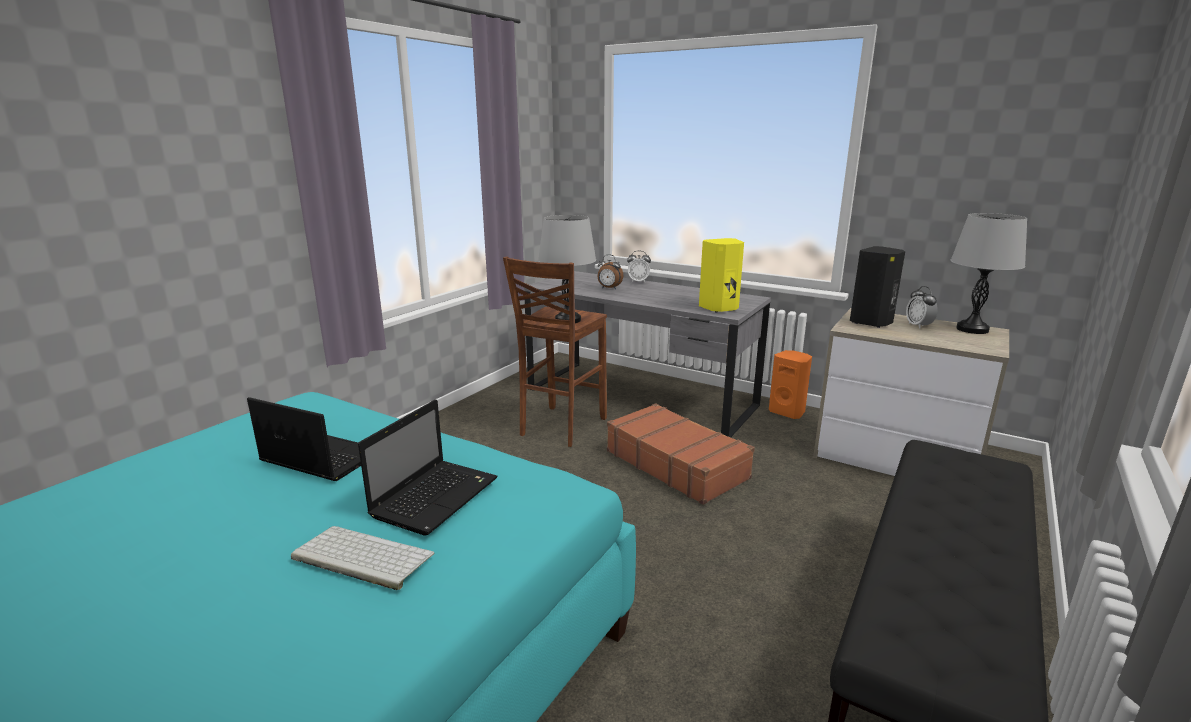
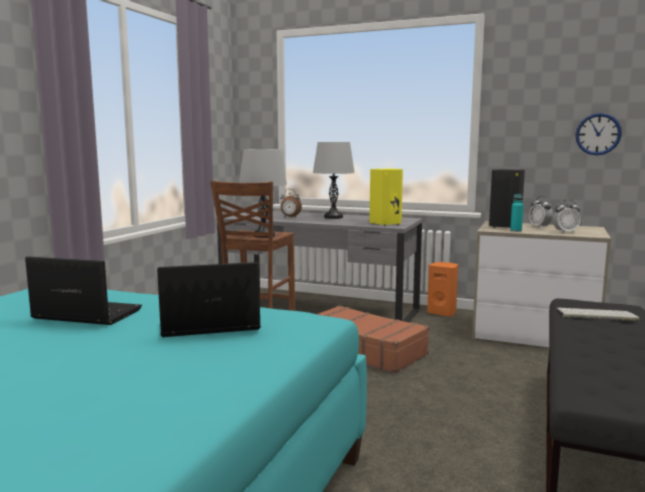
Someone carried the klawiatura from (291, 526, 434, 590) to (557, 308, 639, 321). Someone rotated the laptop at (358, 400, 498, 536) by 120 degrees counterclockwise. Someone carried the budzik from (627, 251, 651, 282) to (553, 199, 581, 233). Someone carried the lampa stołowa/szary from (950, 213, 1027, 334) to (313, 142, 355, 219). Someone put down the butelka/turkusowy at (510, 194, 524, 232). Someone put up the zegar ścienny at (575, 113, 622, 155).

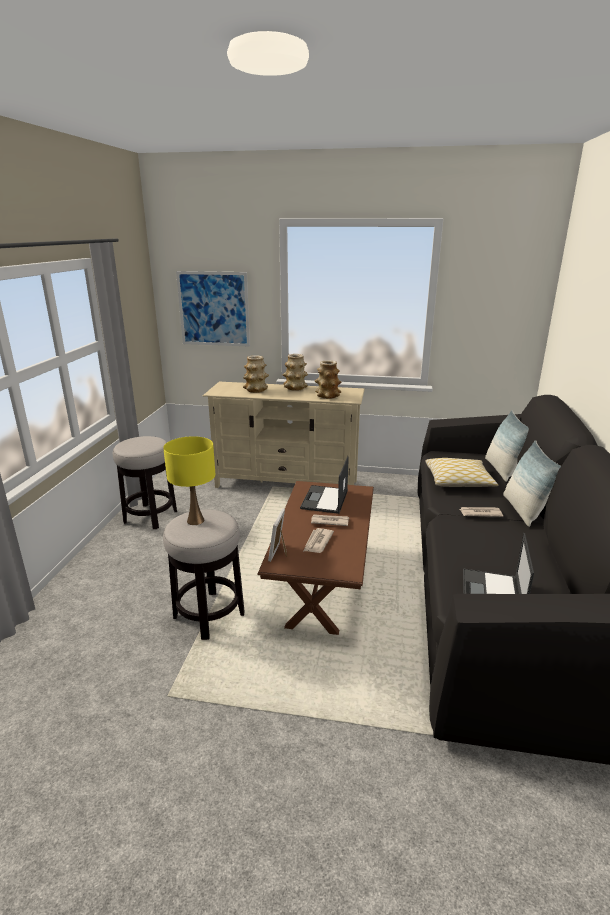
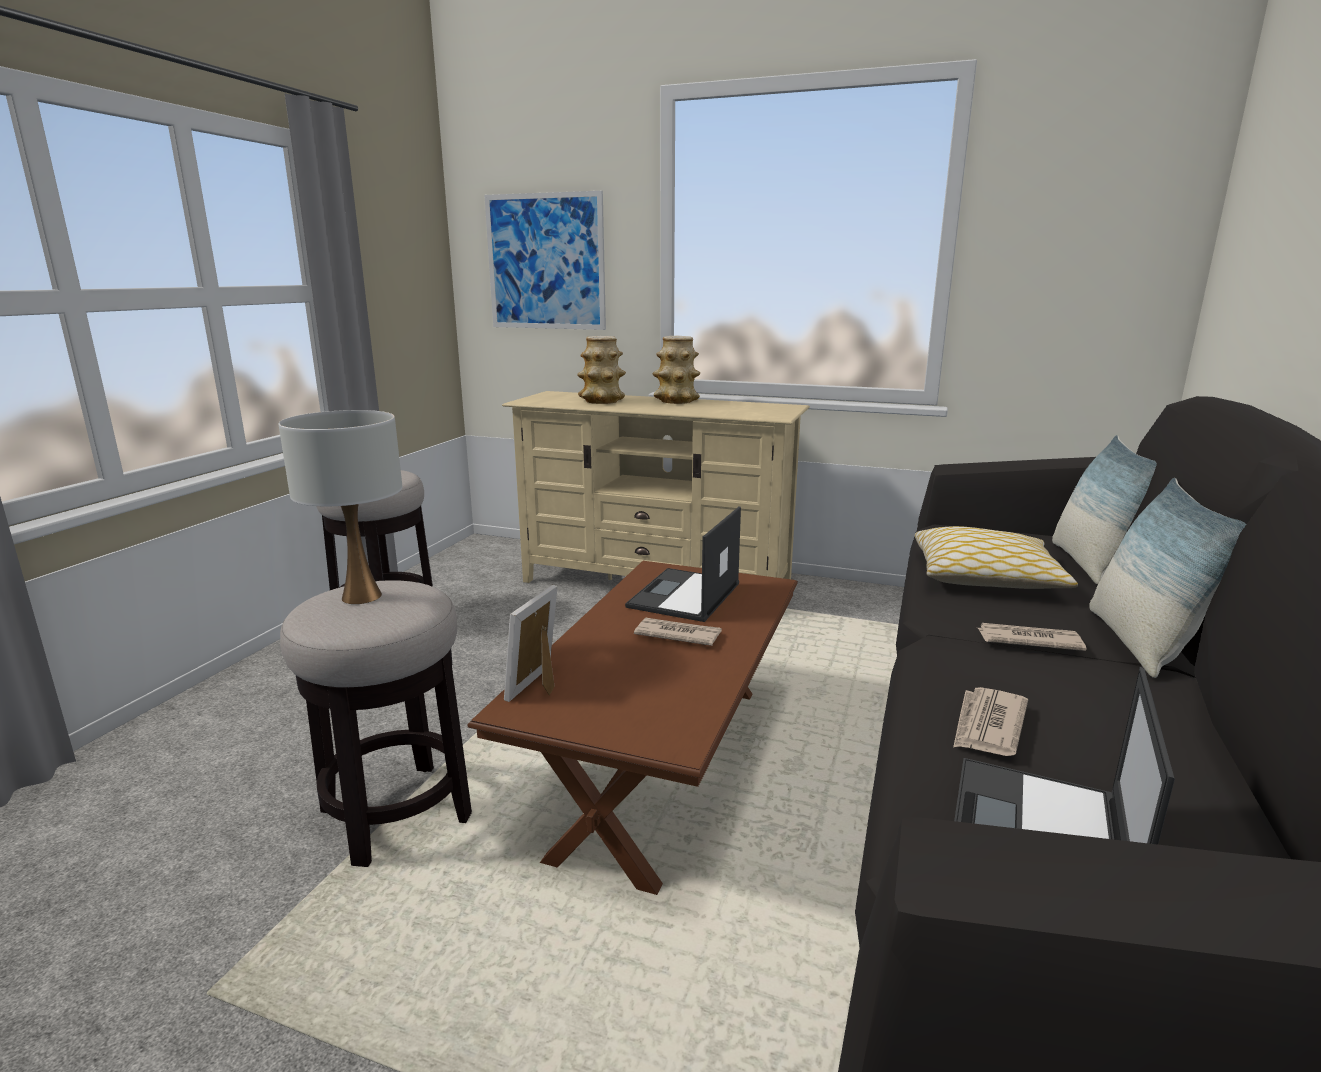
Someone repainted the lampa stołowa/żółty at (163, 436, 215, 525), which became the lampa stołowa/biały at (278, 410, 402, 604). Someone carried the gazeta from (304, 528, 334, 553) to (953, 687, 1028, 756). Someone took away the wazon at (315, 360, 342, 399).

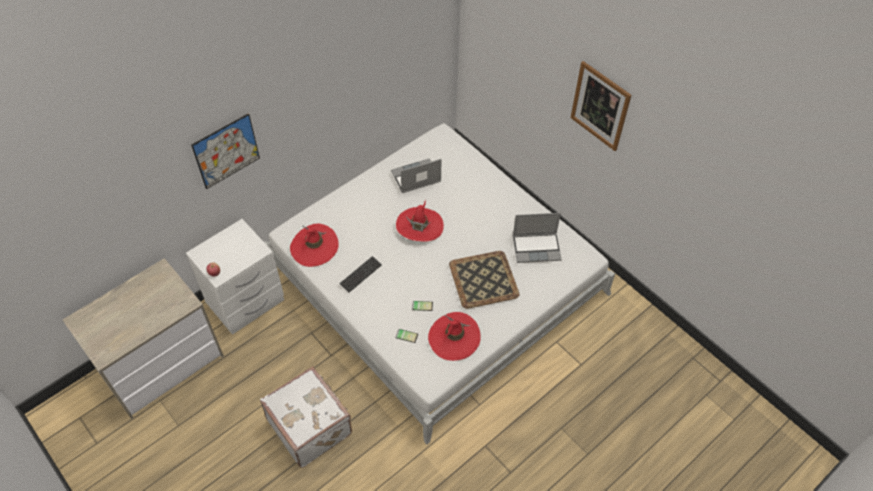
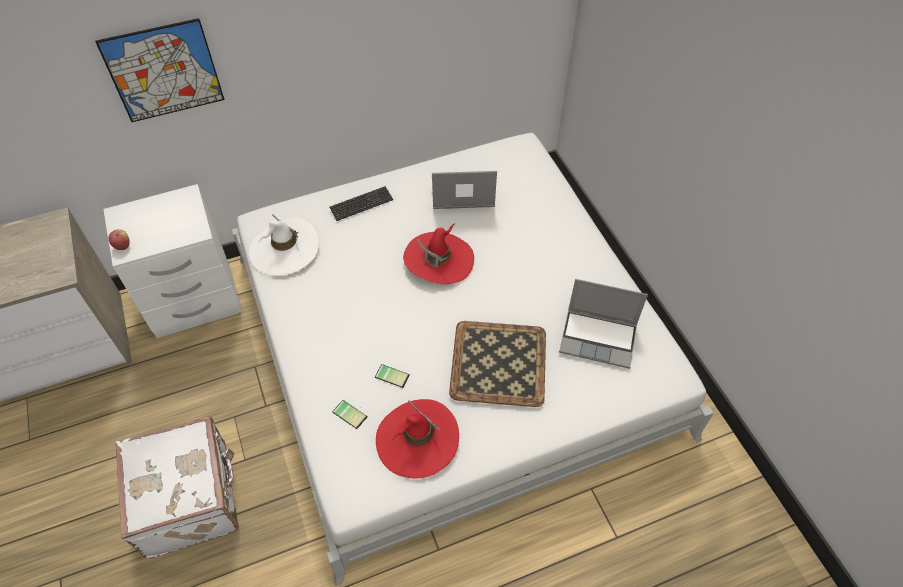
Someone repainted the kapelusz/czerwony at (290, 224, 339, 267), which became the kapelusz/biały at (249, 214, 319, 276). Someone carried the klawiatura from (339, 256, 382, 292) to (329, 186, 393, 221). Someone took away the obraz at (571, 61, 631, 151).

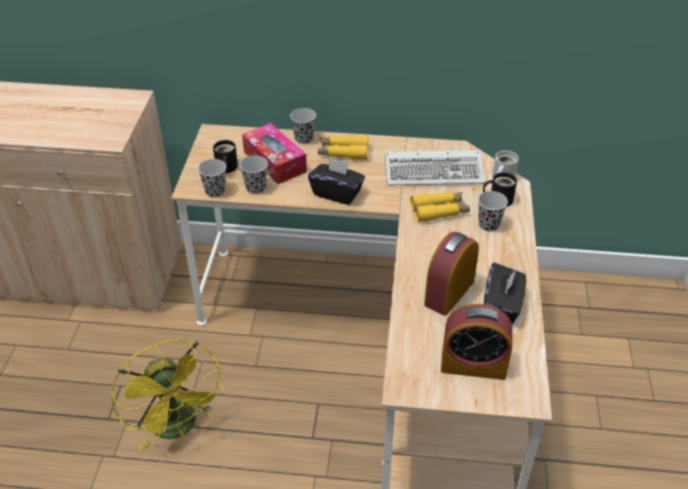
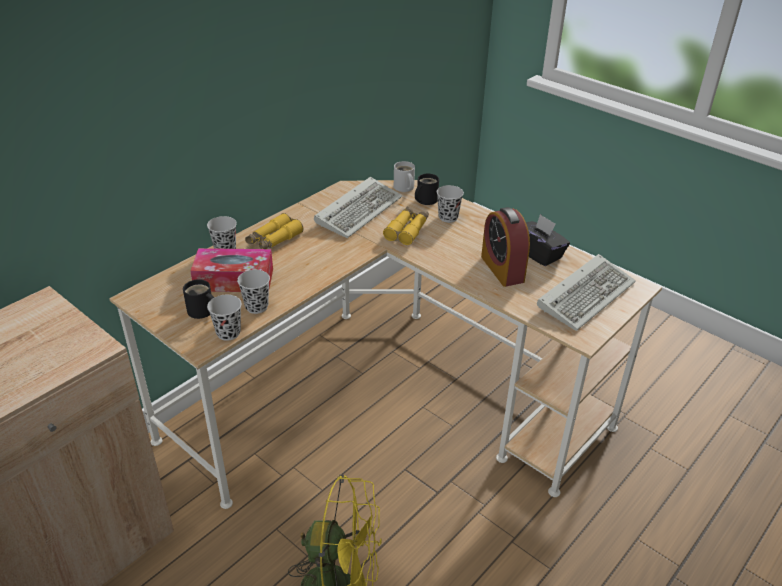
Someone took away the pudełko chusteczek/czarny at (308, 157, 365, 205). Someone swapped the budzik at (441, 304, 512, 380) for the klawiatura at (537, 254, 636, 331).

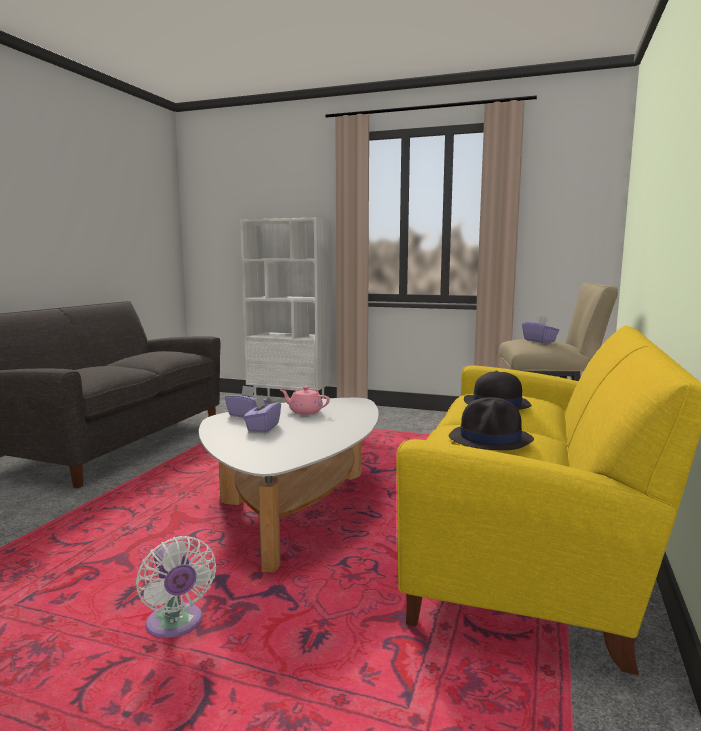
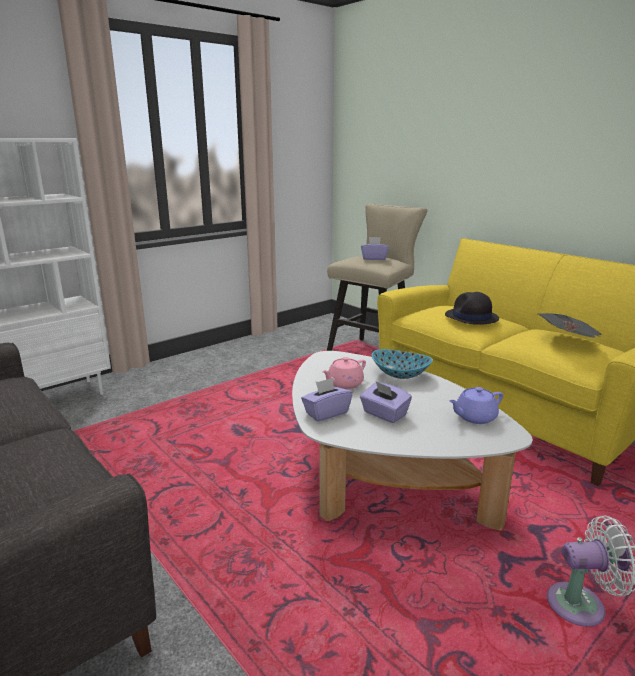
Someone swapped the kapelusz/czarny at (449, 397, 534, 450) for the gazeta at (538, 313, 602, 337). Someone put down the miska at (372, 349, 433, 379). Someone put down the imbryk/fioletowy at (449, 387, 503, 424).

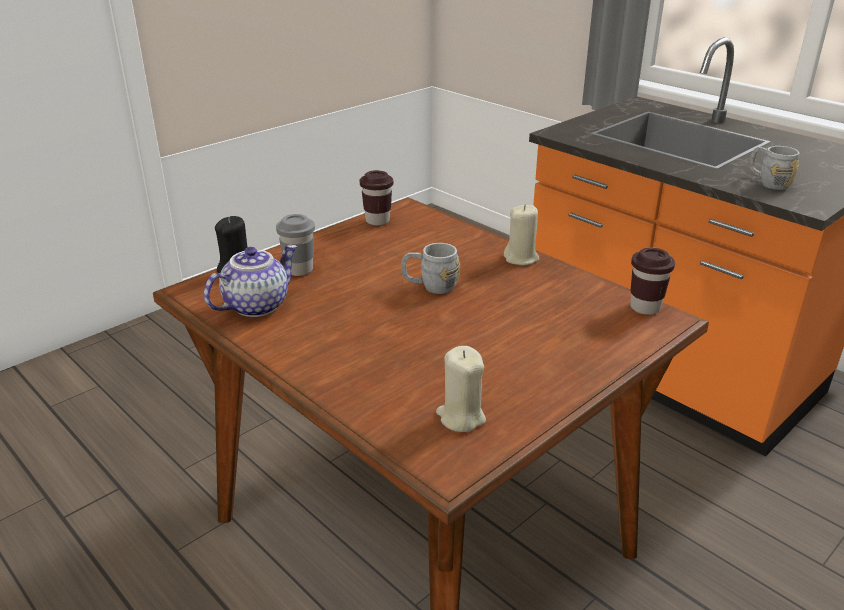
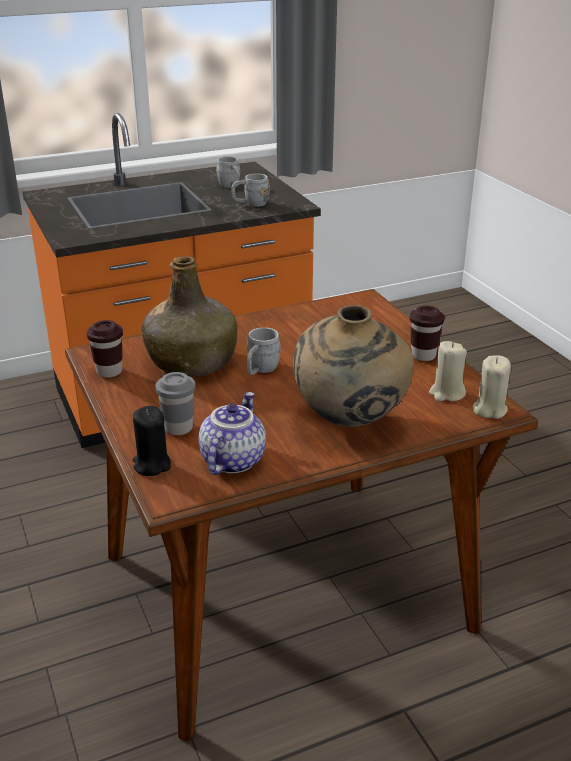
Someone rotated the imbryk at (204, 245, 298, 317) by 45 degrees clockwise. Someone carried the świeca/beżowy from (504, 204, 540, 265) to (473, 355, 511, 419). Someone carried the filiżanka/brązowy from (630, 247, 675, 315) to (410, 306, 445, 361). Someone put down the butelka/zielony at (141, 256, 237, 377). Someone put down the kubek/szary at (216, 156, 240, 188). Someone put down the wazon/beżowy at (293, 305, 414, 427).

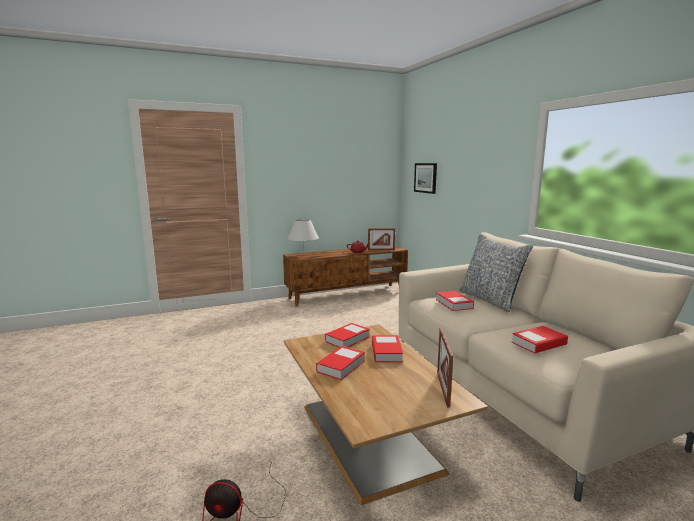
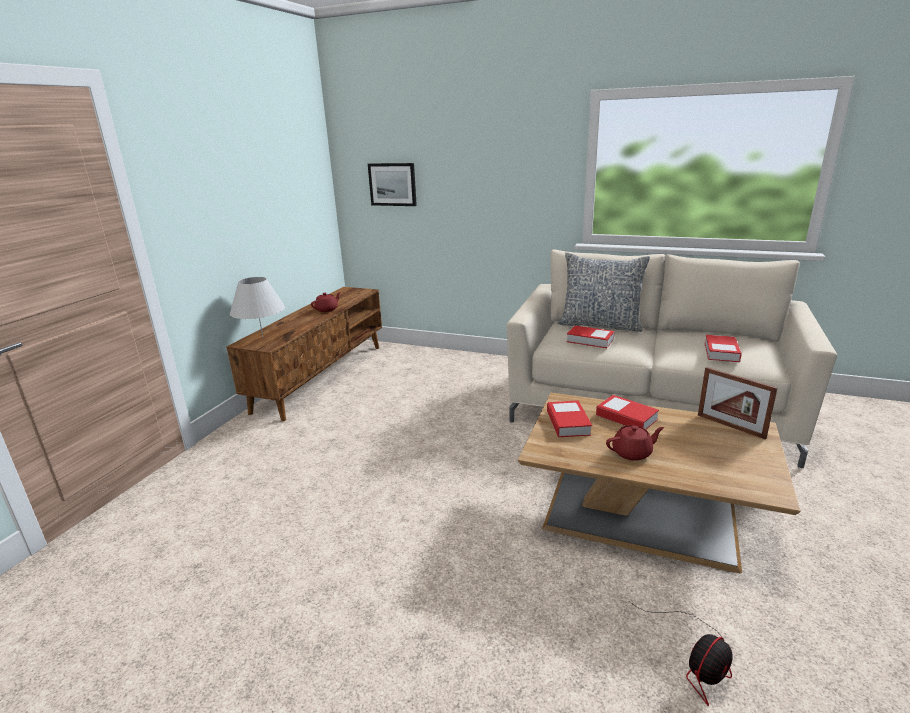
Someone swapped the książka at (316, 346, 365, 380) for the imbryk/czerwony at (606, 425, 664, 461). Someone took away the ramka na zdjęcie at (368, 228, 395, 250).

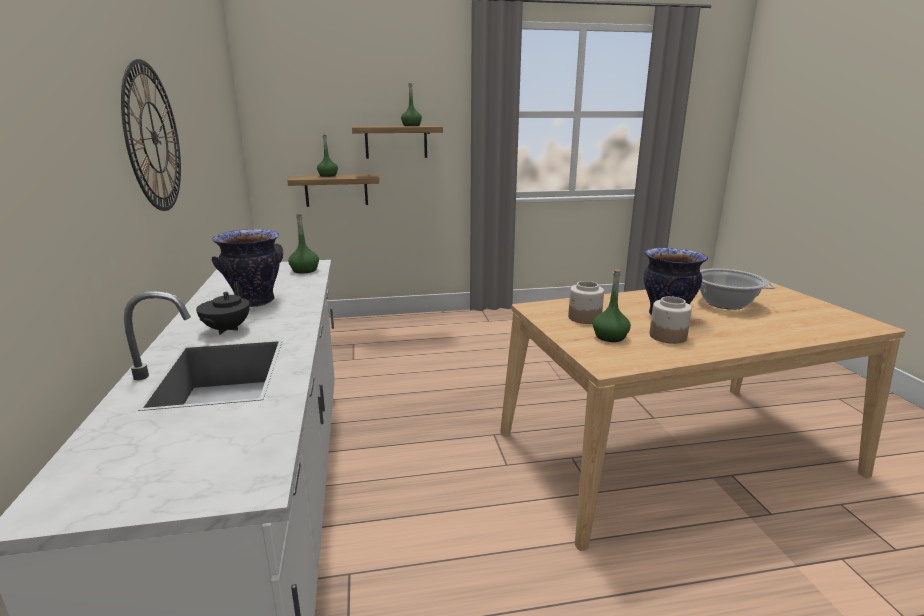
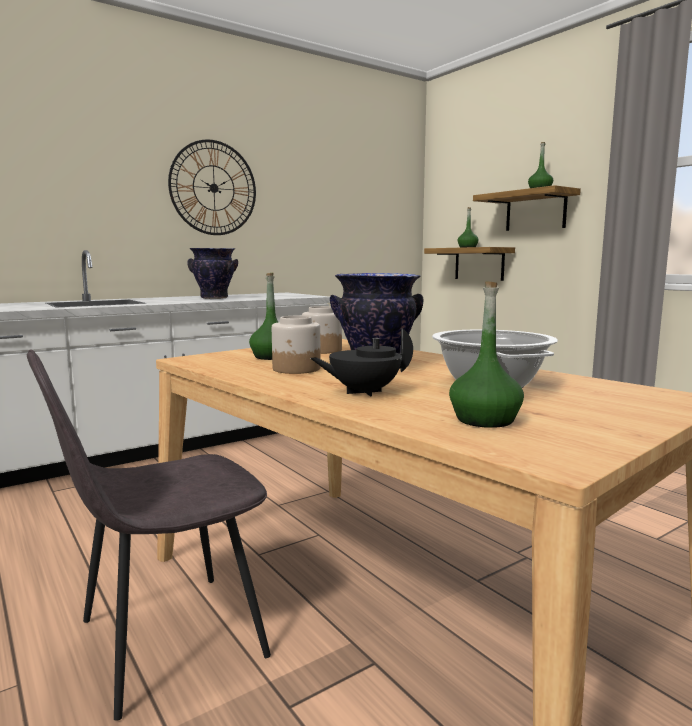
Someone carried the imbryk/czarny from (196, 281, 250, 335) to (310, 328, 413, 396). Someone carried the butelka/zielony from (288, 214, 319, 273) to (449, 281, 524, 428). Someone put down the krzesło/szary at (27, 349, 271, 721).

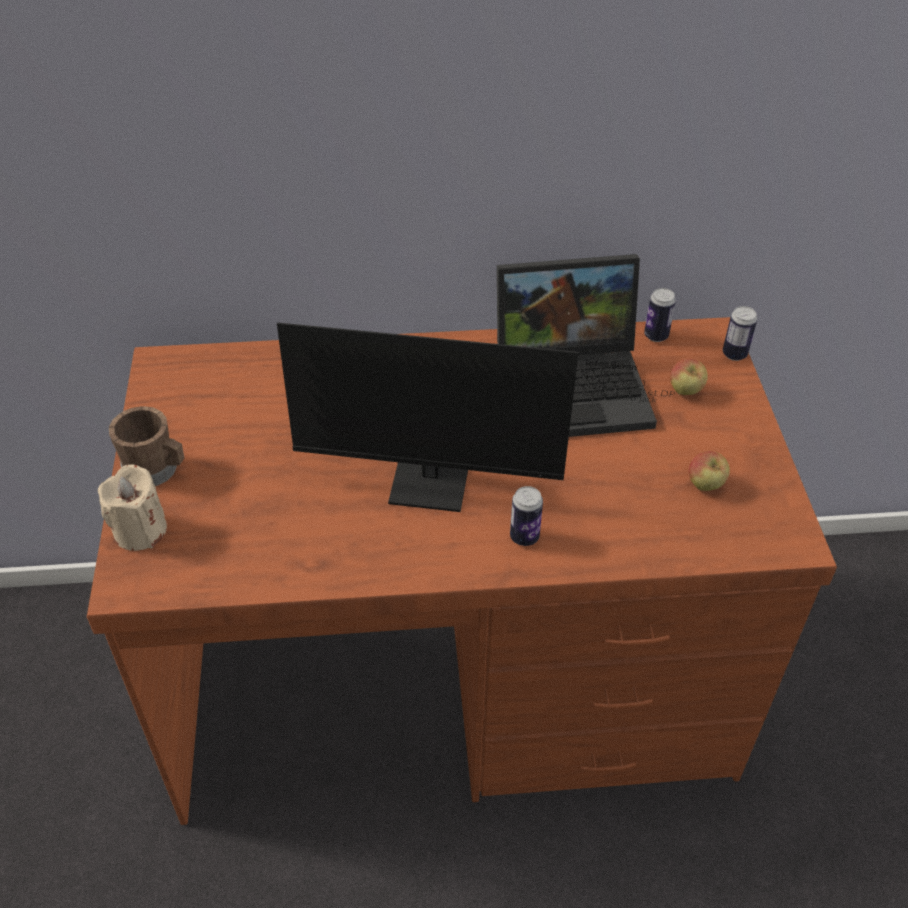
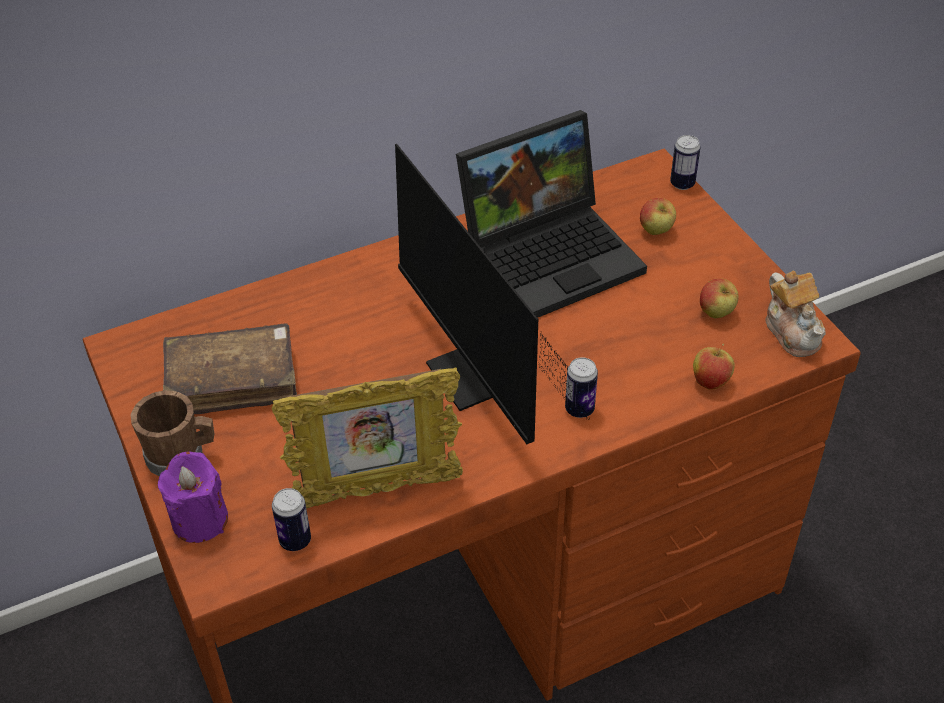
Someone repainted the świeca/beżowy at (98, 465, 167, 551), which became the świeca/fioletowy at (158, 451, 228, 543). Someone rotated the monitor at (277, 322, 675, 512) by 75 degrees clockwise. Someone carried the puszka from (644, 288, 676, 342) to (272, 488, 311, 551). Someone put down the książka/brązowy at (163, 323, 297, 414). Someone put down the ramka na zdjęcie at (271, 368, 463, 508). Someone put down the jabłko at (693, 344, 735, 390). Someone put down the imbryk at (766, 270, 826, 357).

